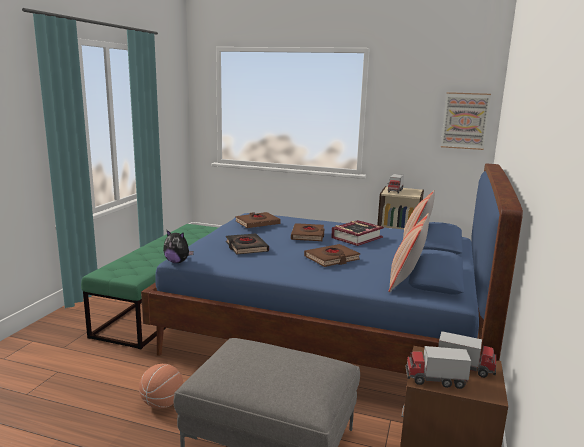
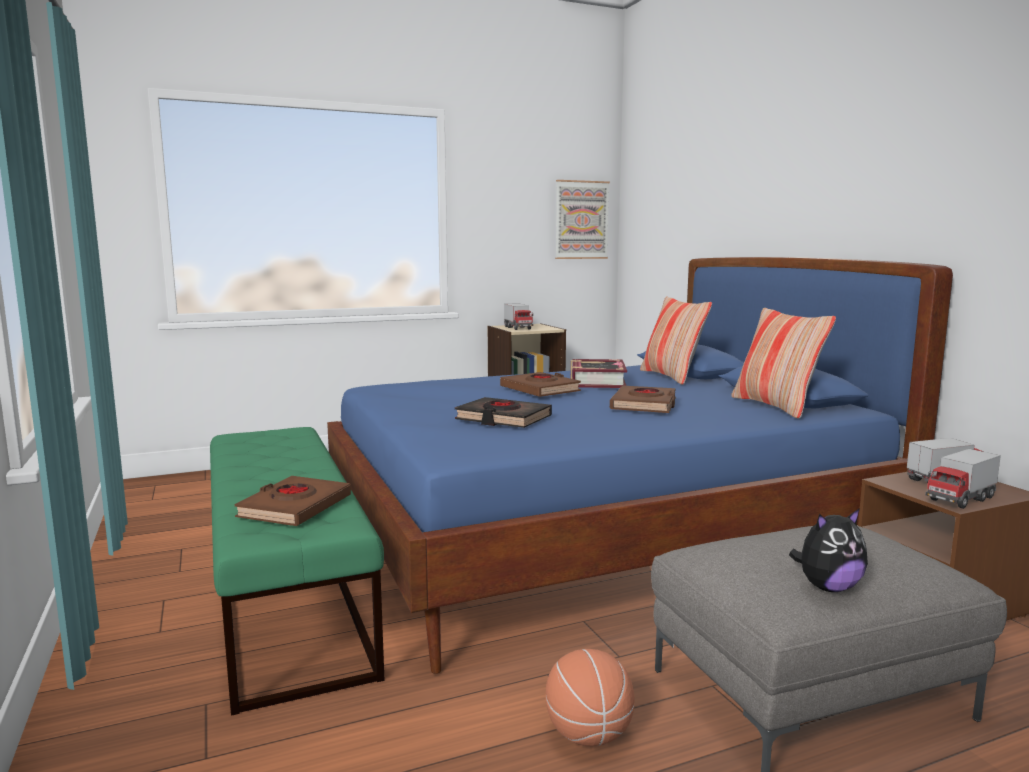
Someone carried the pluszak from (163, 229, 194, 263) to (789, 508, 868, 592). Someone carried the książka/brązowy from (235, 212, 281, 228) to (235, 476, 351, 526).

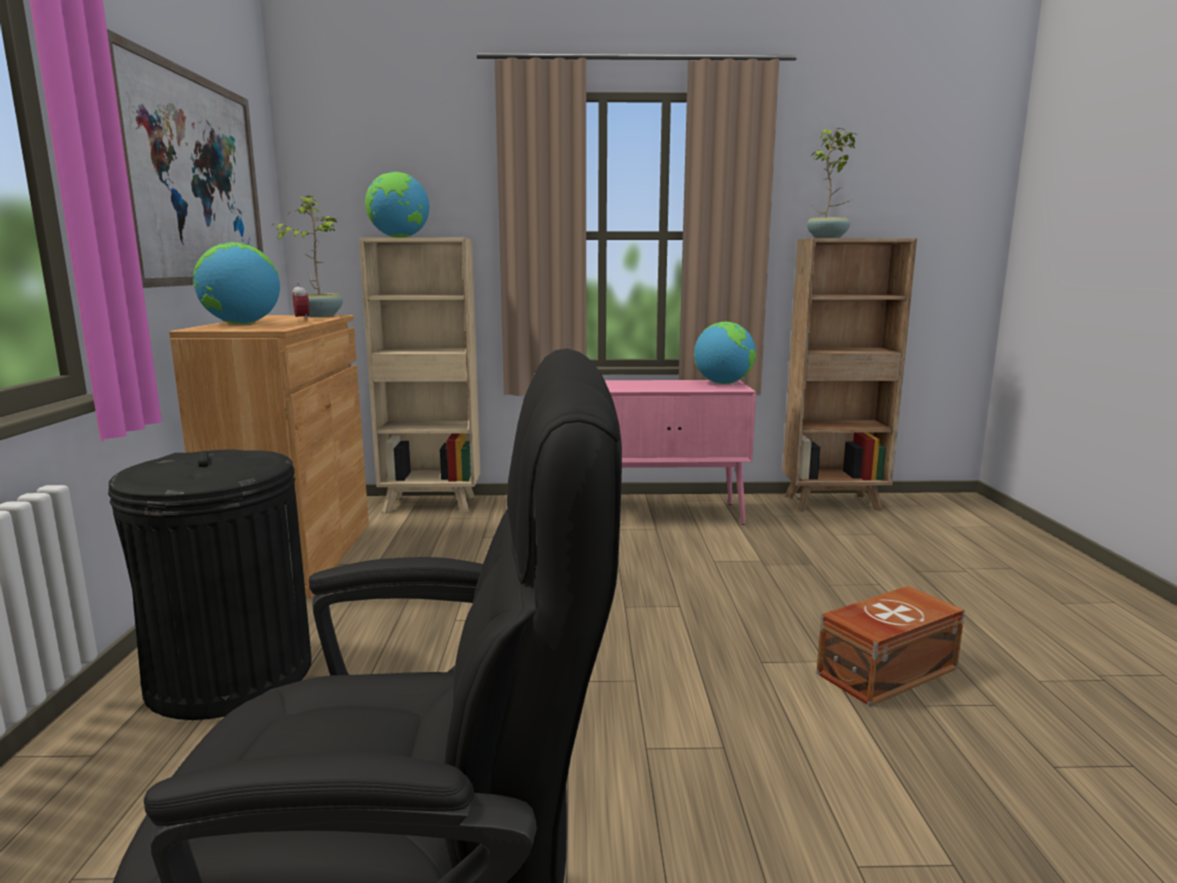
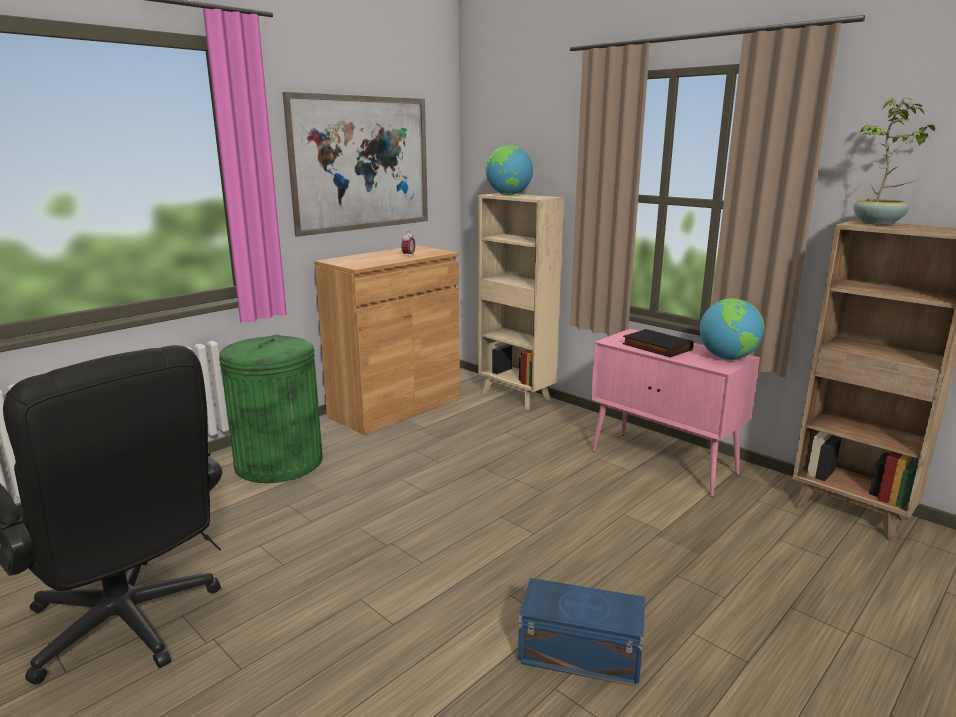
Someone repainted the kosz na śmieci/czarny at (108, 450, 312, 720), which became the kosz na śmieci/zielony at (219, 335, 323, 483). Someone took away the globus at (193, 242, 280, 324). Someone took away the roślina doniczkowa at (271, 195, 343, 317). Someone repainted the pojemnik do przechowywania/brązowy at (817, 586, 965, 707), which became the pojemnik do przechowywania/niebieski at (518, 578, 645, 687). Someone put down the książka/czarny at (622, 329, 693, 357).

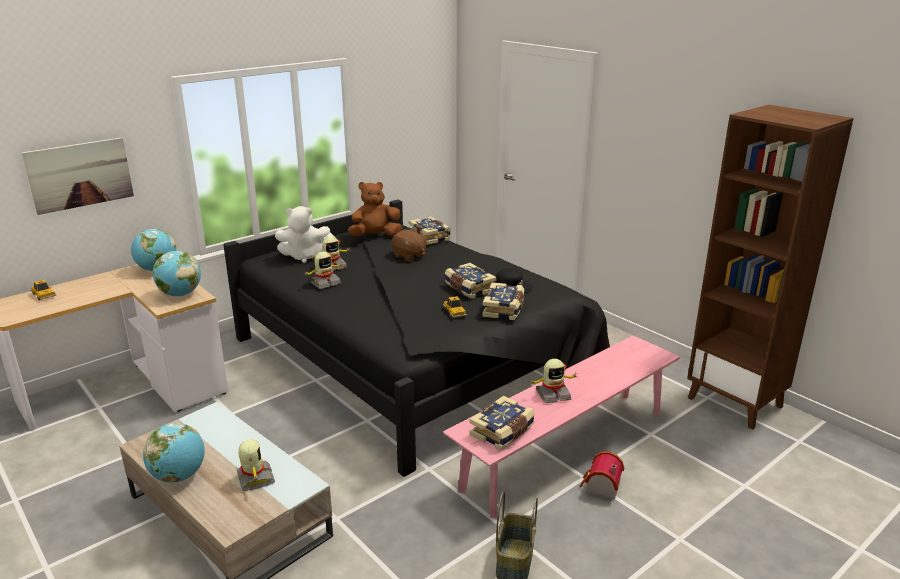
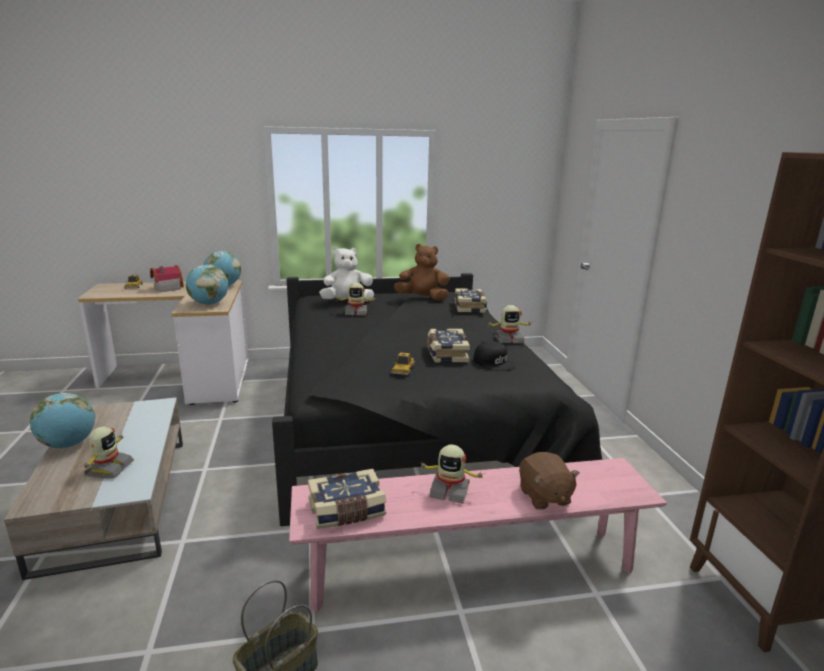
Someone took away the obraz at (22, 137, 134, 215). Someone rotated the pluszak/biały at (275, 206, 336, 263) by 135 degrees clockwise. Someone carried the robot zabawkowy from (304, 251, 343, 289) to (486, 305, 531, 343). Someone carried the pluszak/brązowy from (392, 230, 427, 261) to (519, 452, 580, 510). Someone took away the książka at (482, 282, 524, 320). Someone carried the domek from (580, 452, 624, 500) to (150, 265, 184, 292).

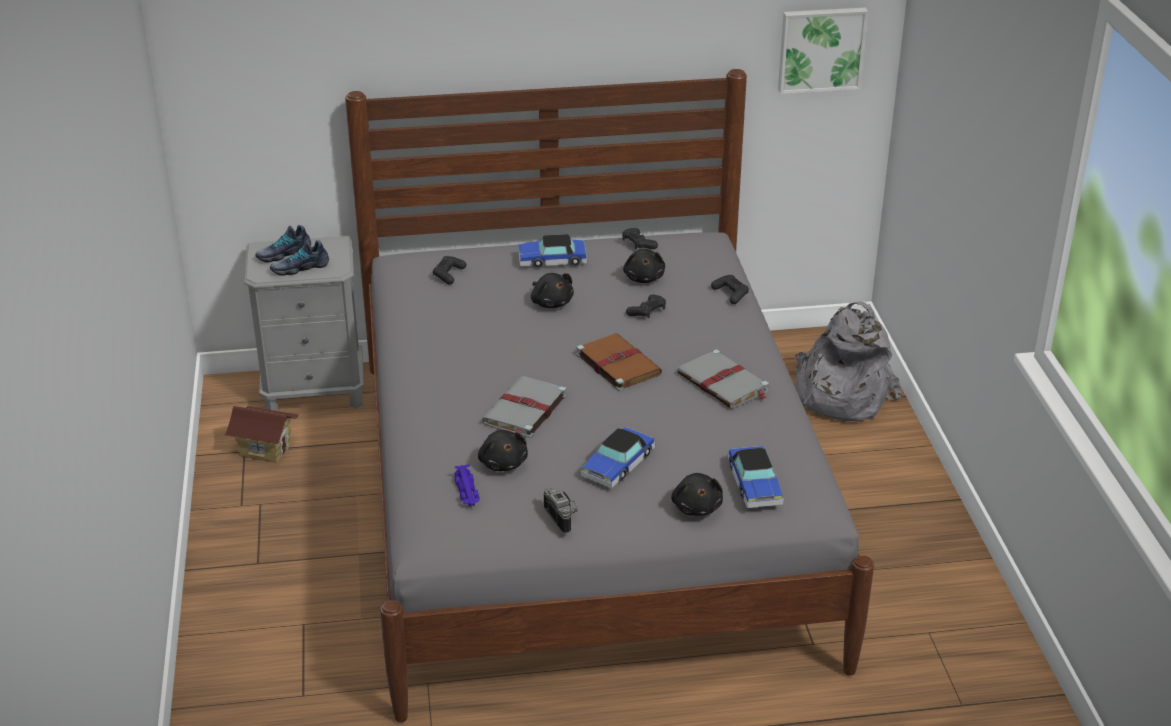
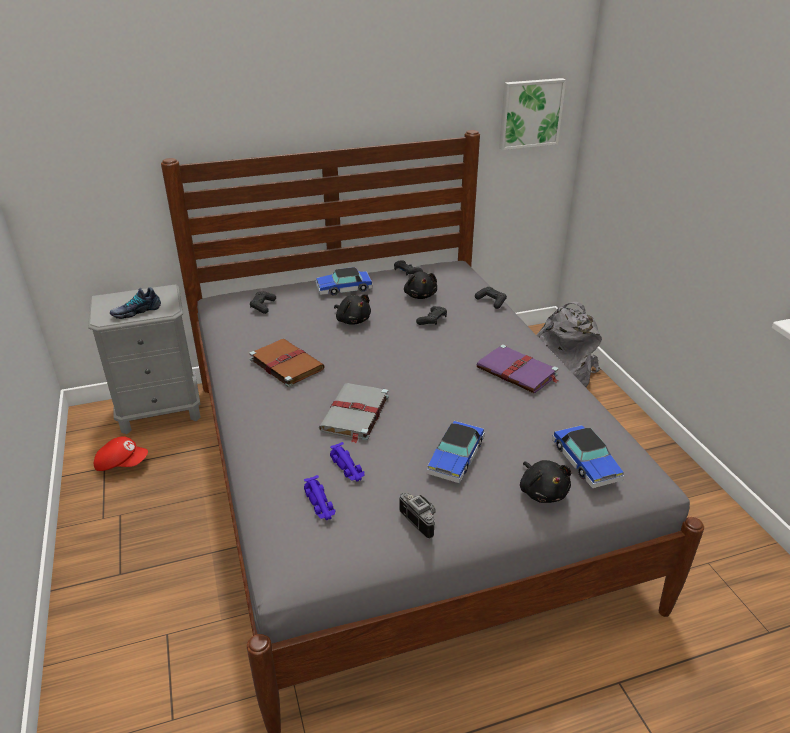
Someone swapped the domek at (225, 406, 299, 463) for the czapka z daszkiem/czerwony at (94, 437, 148, 471). Someone took away the but at (255, 225, 311, 263). Someone swapped the pluszak/czarny at (478, 430, 528, 471) for the samochodzik/fioletowy at (330, 442, 365, 482). Someone carried the książka/brązowy from (576, 333, 662, 391) to (249, 339, 325, 387). Someone repainted the książka/szary at (677, 349, 769, 408), which became the książka/fioletowy at (477, 344, 558, 393).

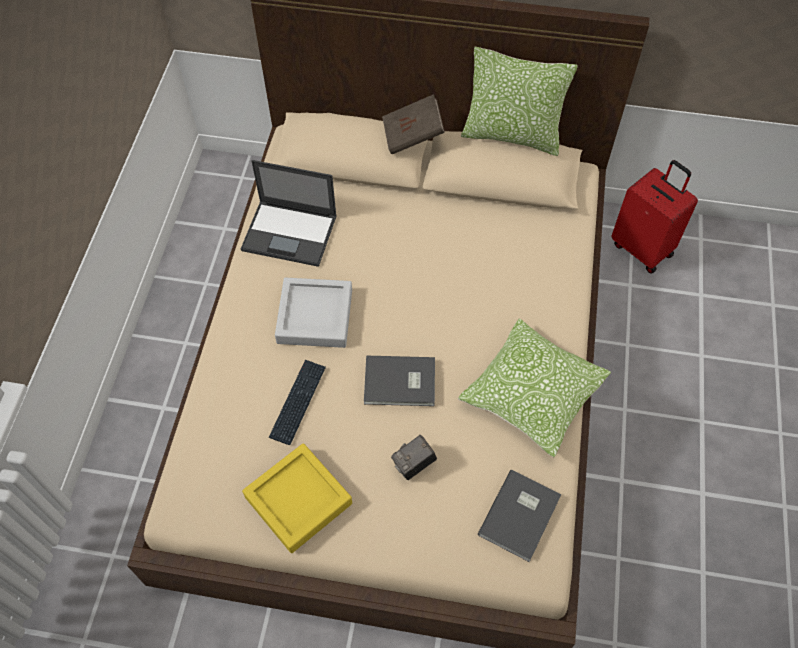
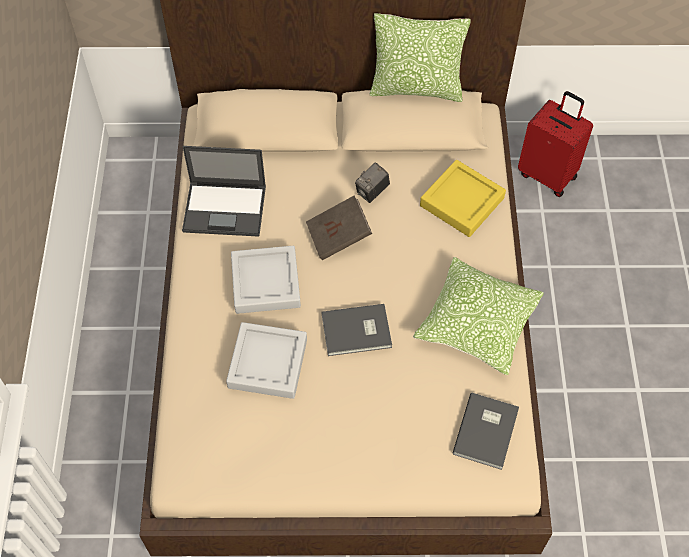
Someone carried the taca/żółty from (242, 443, 352, 553) to (420, 160, 506, 237). Someone swapped the klawiatura at (269, 359, 326, 445) for the taca/szary at (226, 322, 307, 399). Someone carried the książka/brązowy from (382, 94, 445, 154) to (306, 195, 372, 260). Someone carried the aparat fotograficzny from (391, 435, 437, 480) to (355, 162, 390, 203).

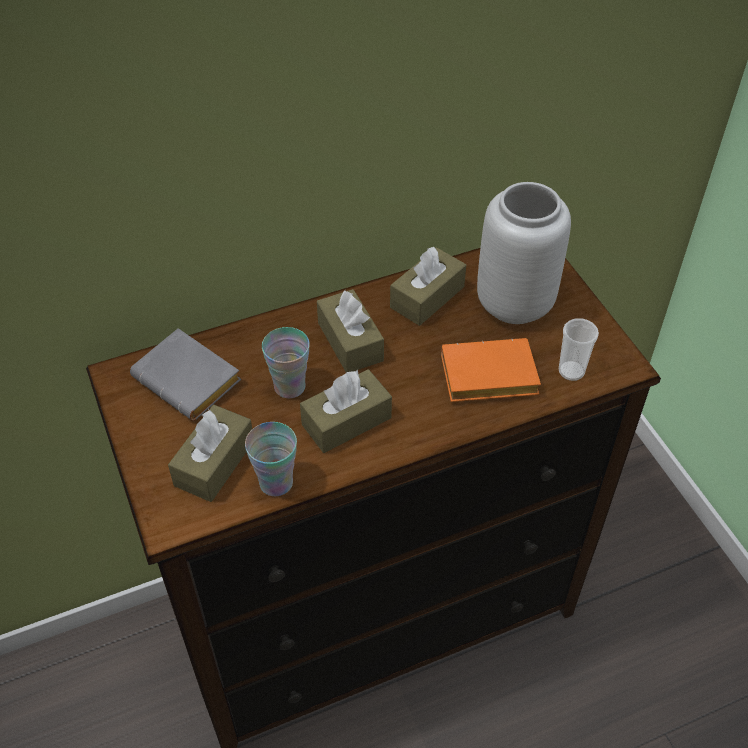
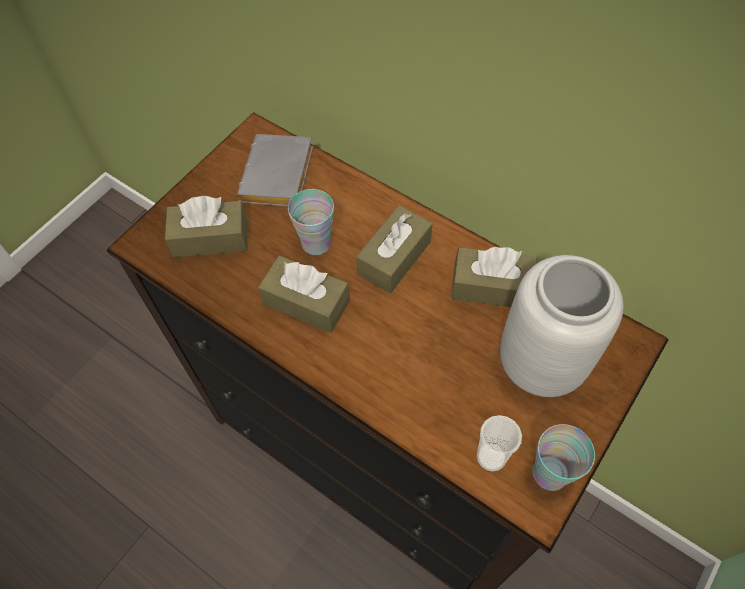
Someone carried the filiżanka from (245, 422, 297, 496) to (533, 424, 595, 491). Someone took away the książka/pomarańczowy at (441, 338, 541, 402).

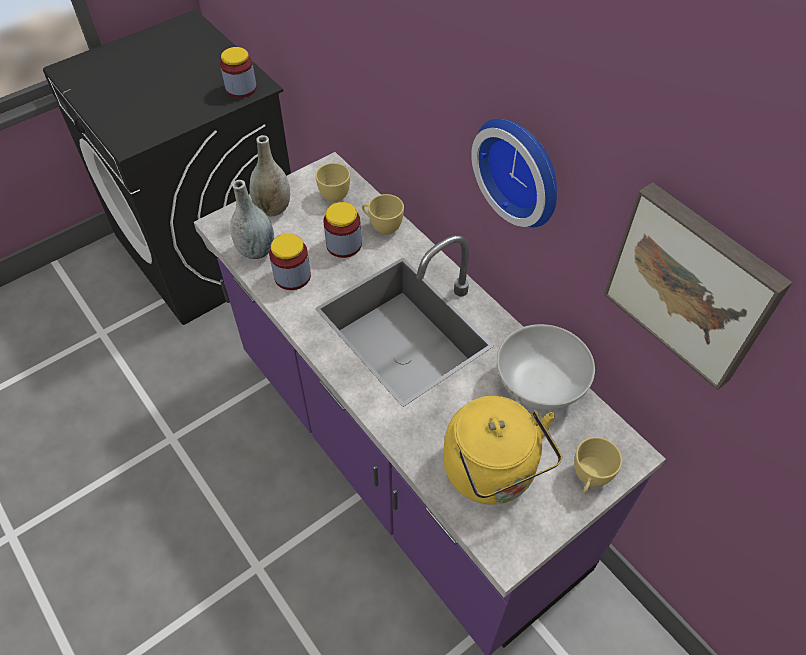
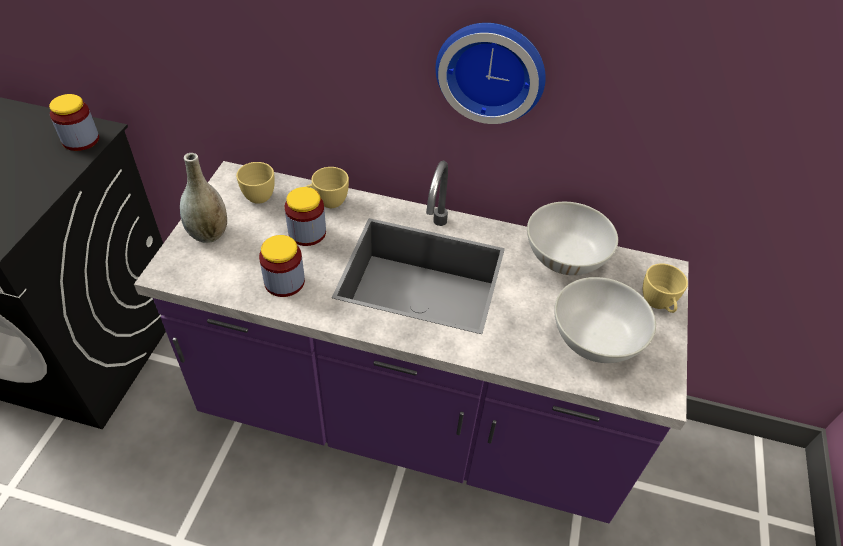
Someone took away the wazon/szary at (230, 180, 274, 259). Someone swapped the czajnik/żółty at (443, 396, 562, 505) for the miska/biały at (554, 277, 656, 363). Someone took away the obraz at (604, 182, 793, 390).

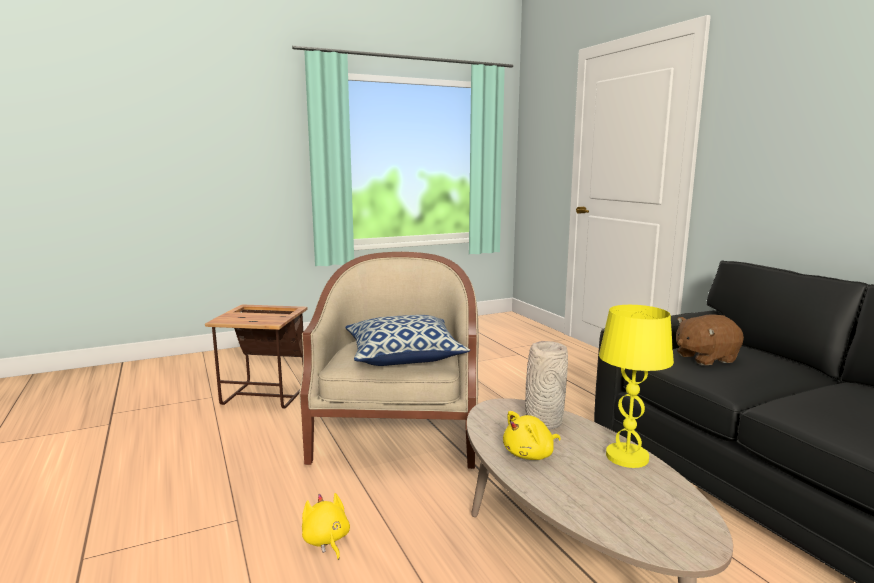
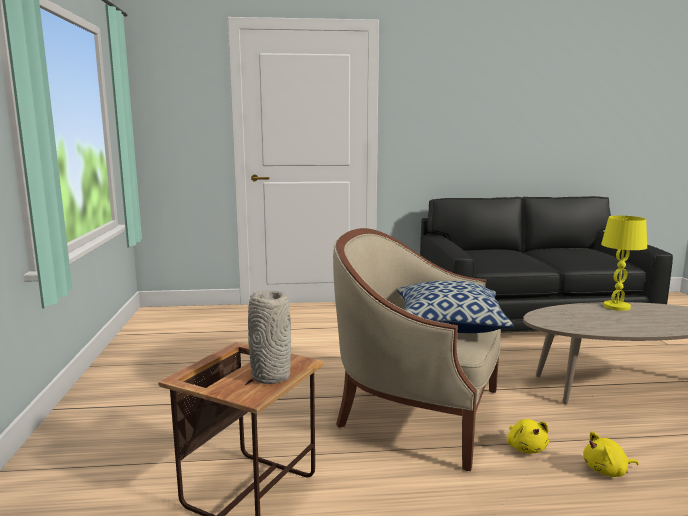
Someone carried the pluszak/żółty from (503, 411, 561, 460) to (507, 419, 549, 454). Someone carried the wazon/szary from (525, 341, 568, 430) to (248, 290, 291, 384). Someone took away the pluszak/brązowy at (676, 314, 744, 365).

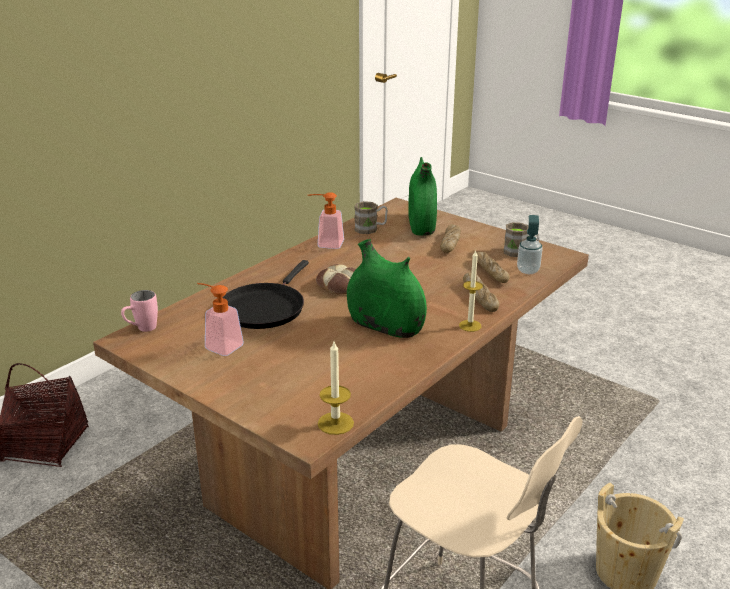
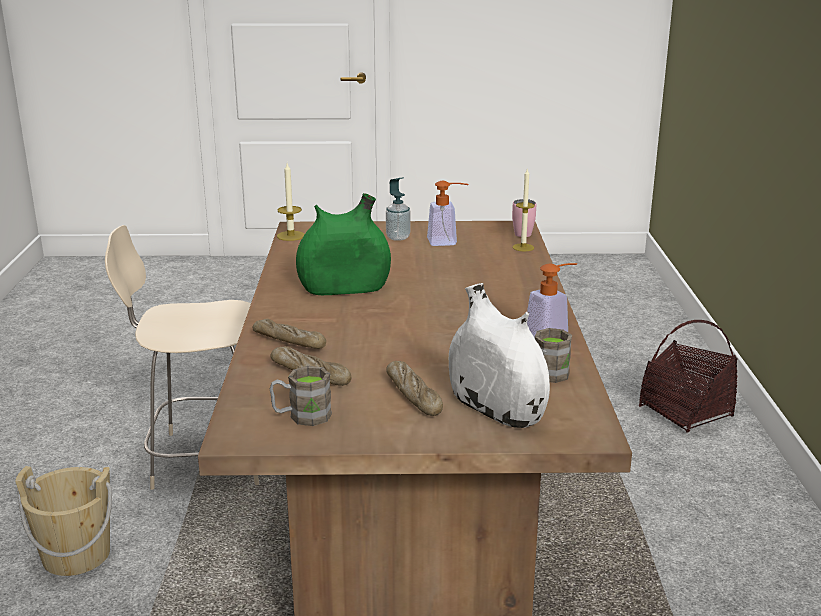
Someone took away the patelnia/czarny at (222, 260, 309, 329). Someone took away the chleb at (316, 264, 356, 295). Someone repainted the wazon/zielony at (408, 157, 437, 236), which became the wazon/biały at (449, 283, 550, 428). Someone carried the świeca from (459, 250, 483, 332) to (513, 169, 535, 252). Someone carried the dozownik mydła from (517, 215, 543, 274) to (386, 177, 410, 241).

